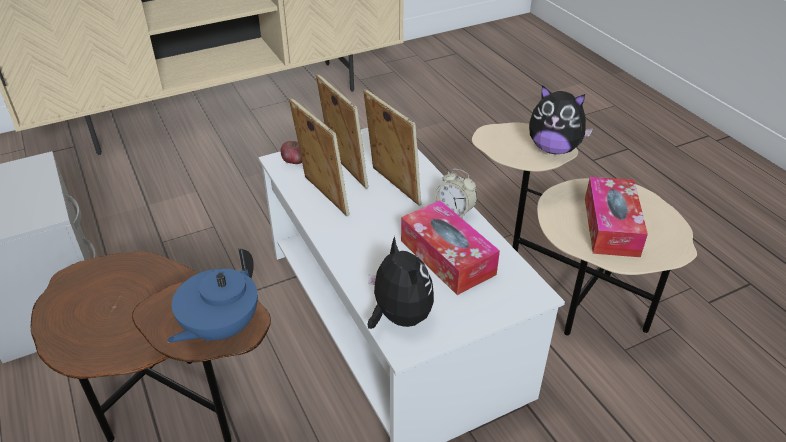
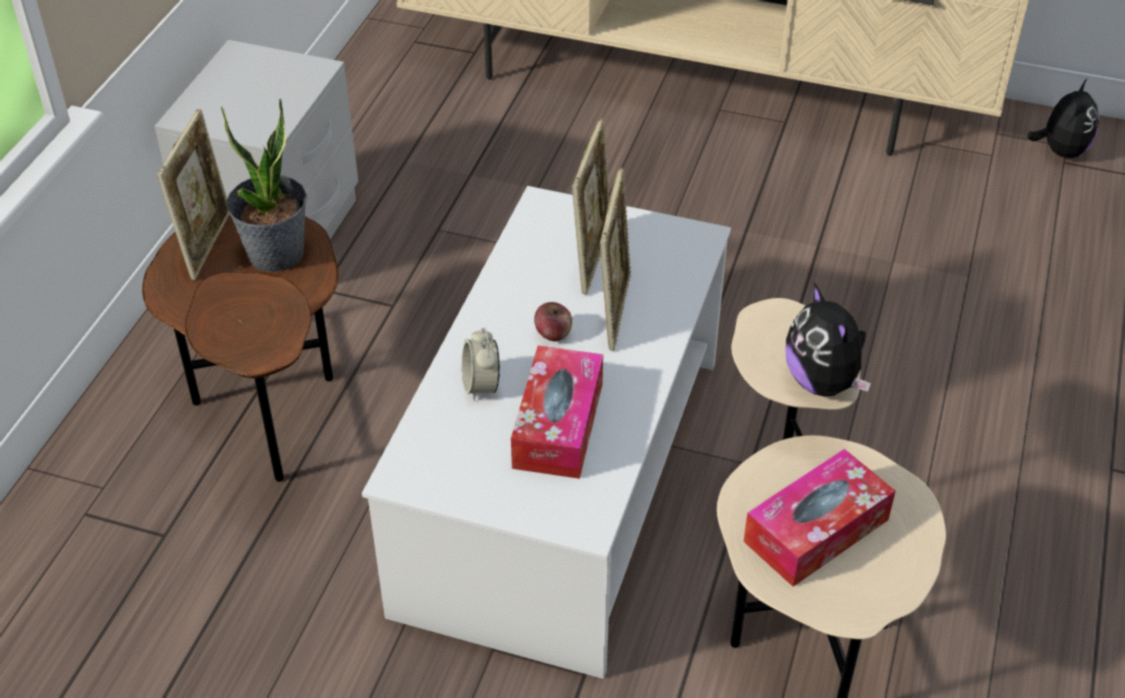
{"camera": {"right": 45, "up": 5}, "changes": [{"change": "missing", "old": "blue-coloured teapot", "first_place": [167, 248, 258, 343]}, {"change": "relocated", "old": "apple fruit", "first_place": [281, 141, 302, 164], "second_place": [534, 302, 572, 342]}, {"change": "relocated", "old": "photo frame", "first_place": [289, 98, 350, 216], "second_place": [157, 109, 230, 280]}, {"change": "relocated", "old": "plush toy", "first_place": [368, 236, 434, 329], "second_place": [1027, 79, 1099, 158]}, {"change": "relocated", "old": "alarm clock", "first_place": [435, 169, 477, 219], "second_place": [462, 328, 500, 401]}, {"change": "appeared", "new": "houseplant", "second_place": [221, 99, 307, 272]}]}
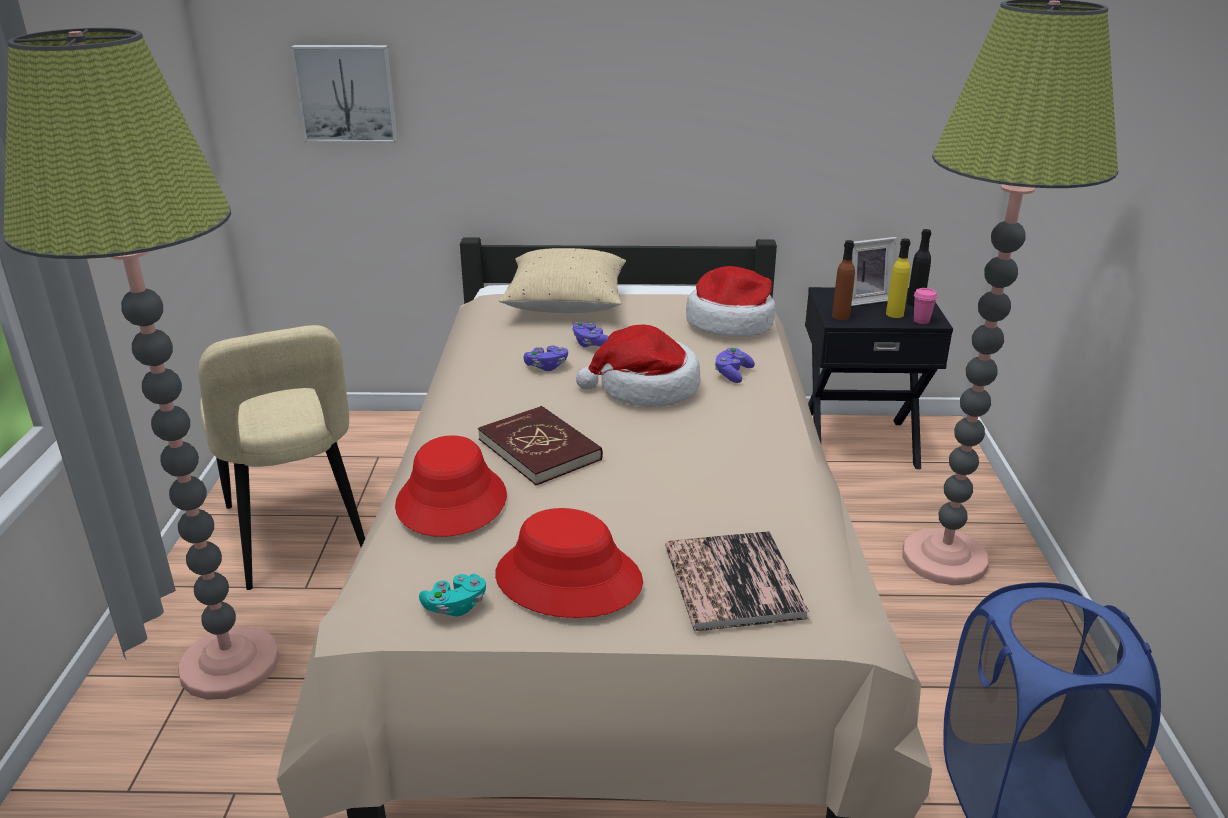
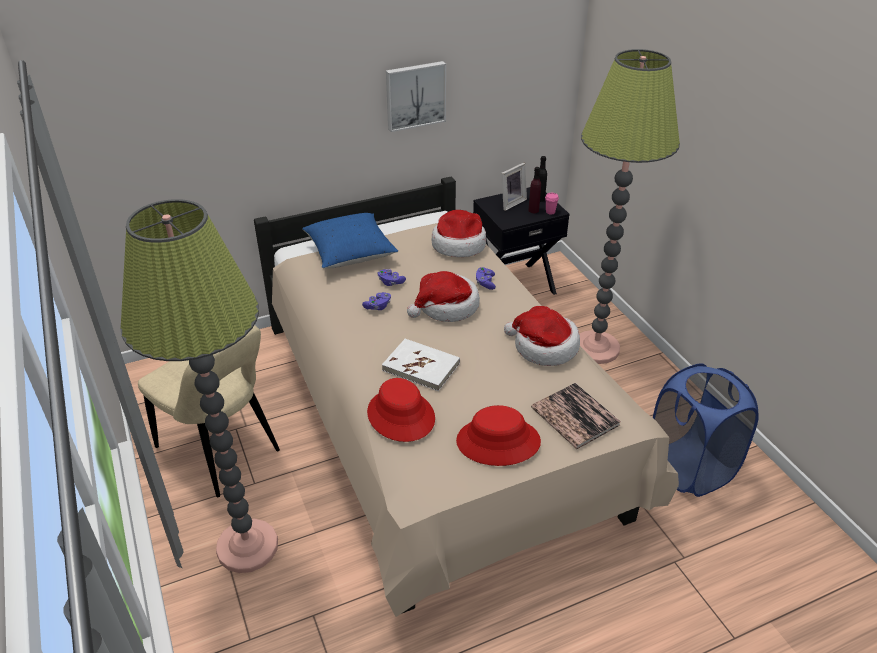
{"camera": {"right": -25, "up": 10}, "changes": [{"change": "relocated", "old": "picture", "first_place": [291, 45, 398, 143], "second_place": [386, 61, 446, 132]}, {"change": "missing", "old": "turquoise-coloured gamepad", "first_place": [419, 574, 486, 616]}, {"change": "colour", "old": "reddish volume", "new": "whitish volume", "first_place": [478, 406, 603, 486], "second_place": [382, 339, 460, 391]}, {"change": "colour", "old": "beige-coloured throw pillow", "new": "blue-coloured throw pillow", "first_place": [499, 248, 626, 313], "second_place": [302, 213, 398, 268]}, {"change": "missing", "old": "brown-coloured beverage bottle", "first_place": [832, 240, 855, 320]}, {"change": "colour", "old": "yellow beverage bottle", "new": "purple beverage bottle", "first_place": [886, 239, 911, 318], "second_place": [528, 167, 541, 213]}, {"change": "appeared", "new": "wearable hat", "second_place": [504, 306, 580, 366]}]}
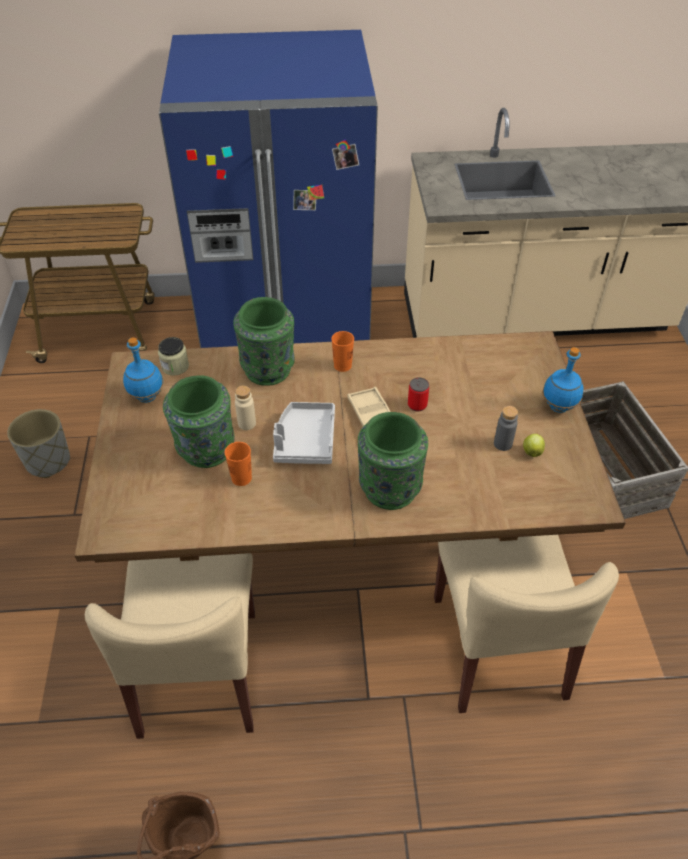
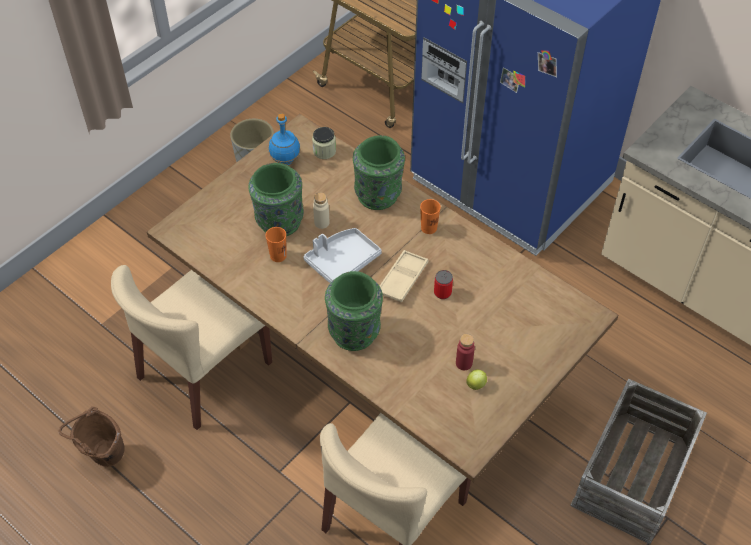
{"camera": {"right": 45, "up": 5}, "changes": [{"change": "colour", "old": "greyish beverage bottle", "new": "reddish beverage bottle", "first_place": [494, 406, 518, 451], "second_place": [456, 334, 475, 370]}, {"change": "missing", "old": "blue-coloured beverage bottle", "first_place": [543, 347, 584, 413]}]}
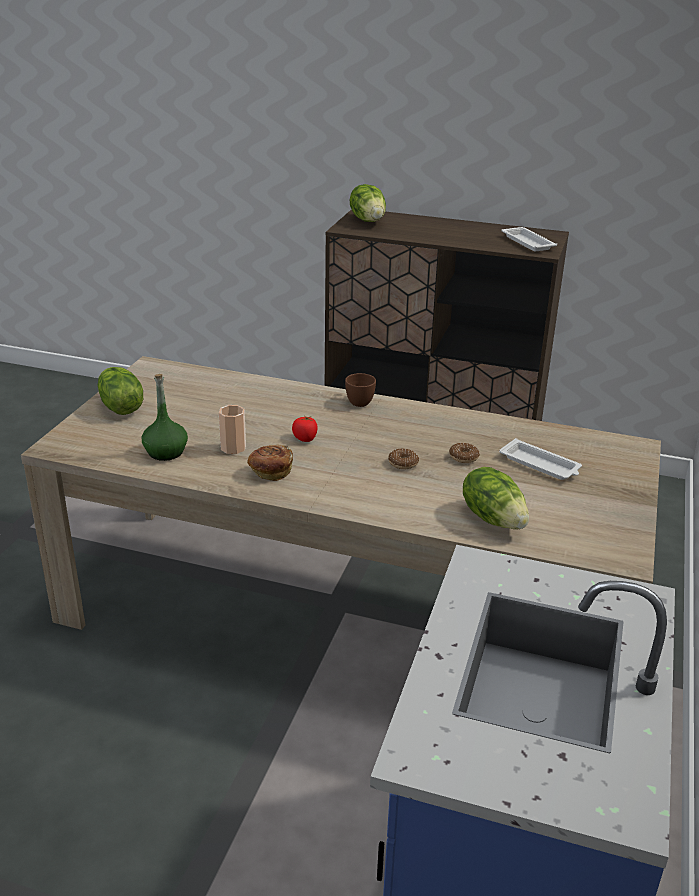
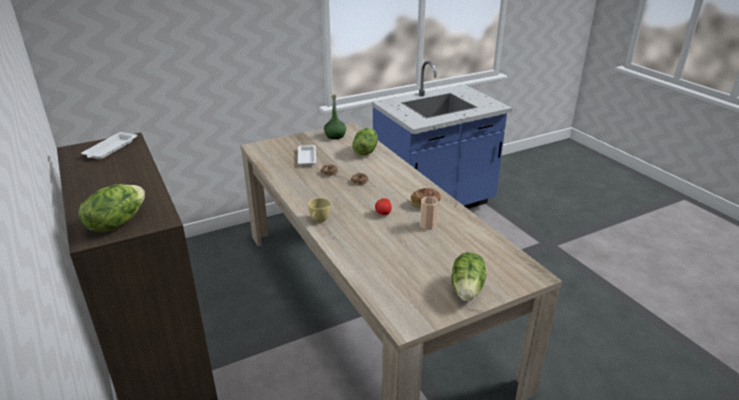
{"camera": {"right": -135, "up": 0}, "changes": [{"change": "relocated", "old": "green beverage bottle", "first_place": [142, 374, 188, 461], "second_place": [324, 94, 346, 139]}, {"change": "colour", "old": "brown-coloured drinking cup", "new": "yellow drinking cup", "first_place": [345, 373, 376, 407], "second_place": [308, 198, 330, 223]}]}
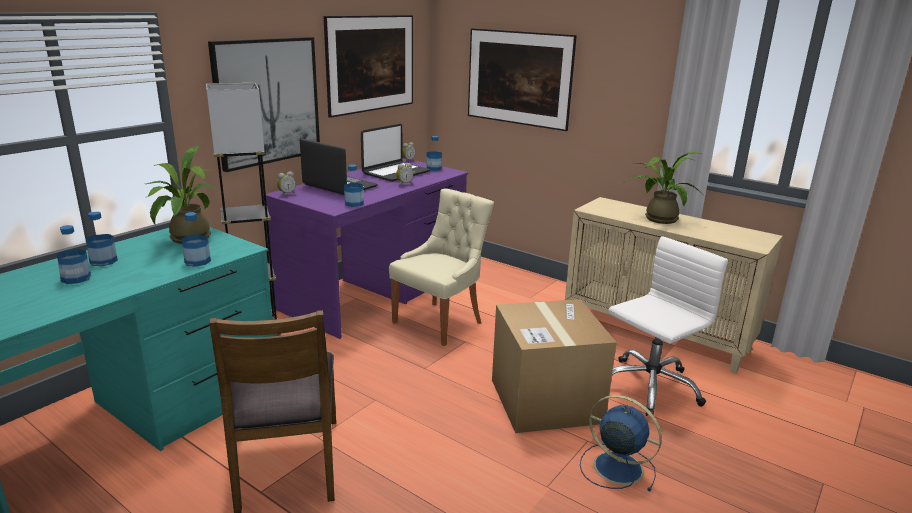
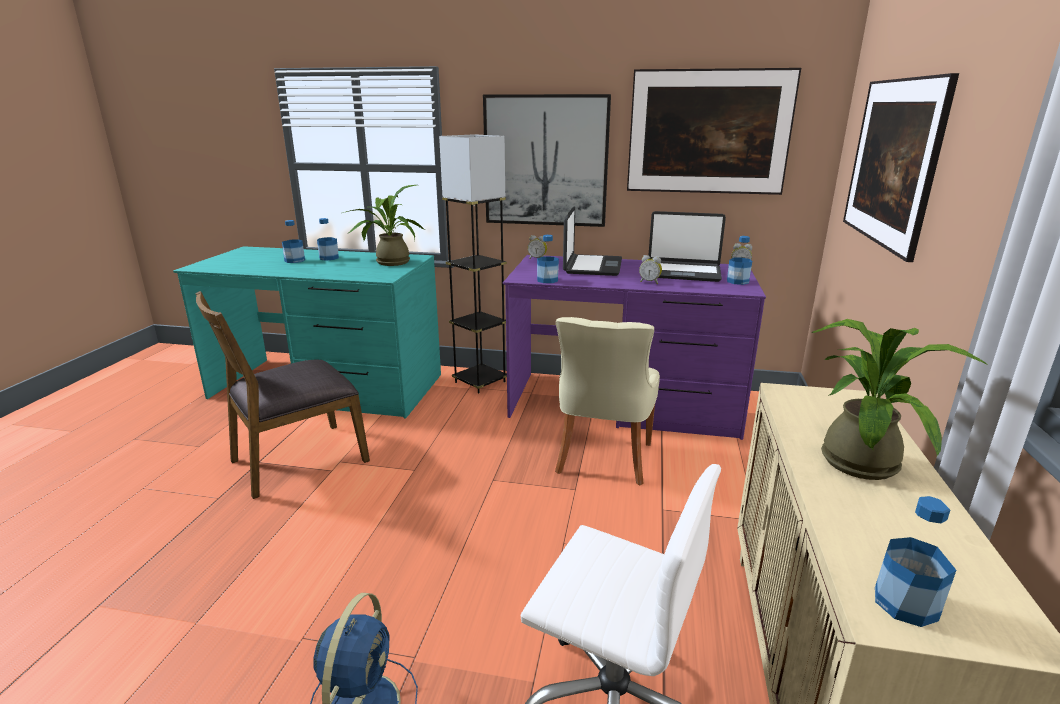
{"camera": {"right": 65, "up": 0}, "changes": [{"change": "relocated", "old": "beverage bottle", "first_place": [182, 212, 211, 267], "second_place": [875, 496, 956, 627]}, {"change": "spun", "old": "beige-coloured plain chair", "first_place": [389, 188, 494, 346], "second_place": [555, 317, 660, 485], "degrees": 90}, {"change": "missing", "old": "cardboard box", "first_place": [492, 299, 617, 433]}]}
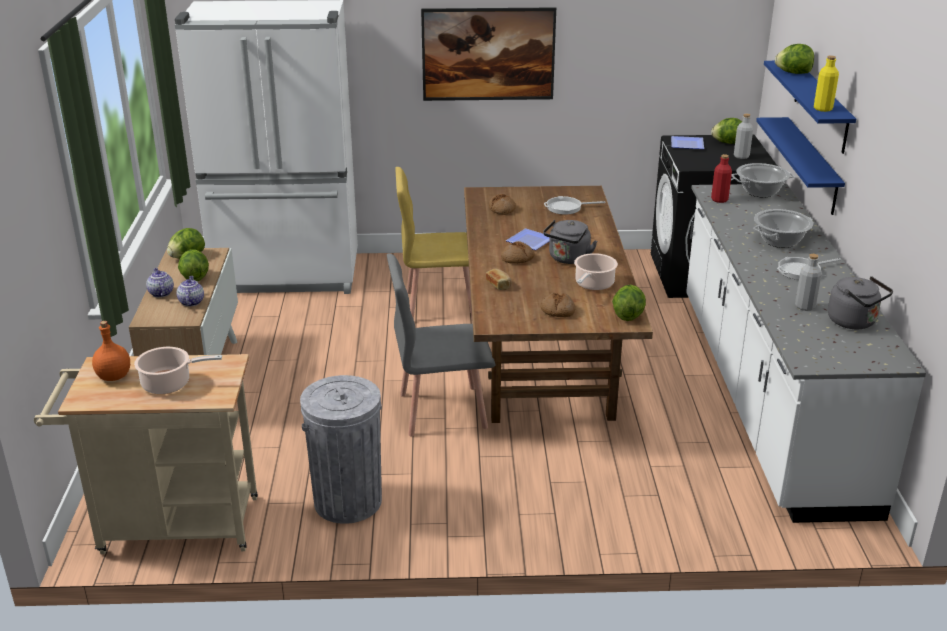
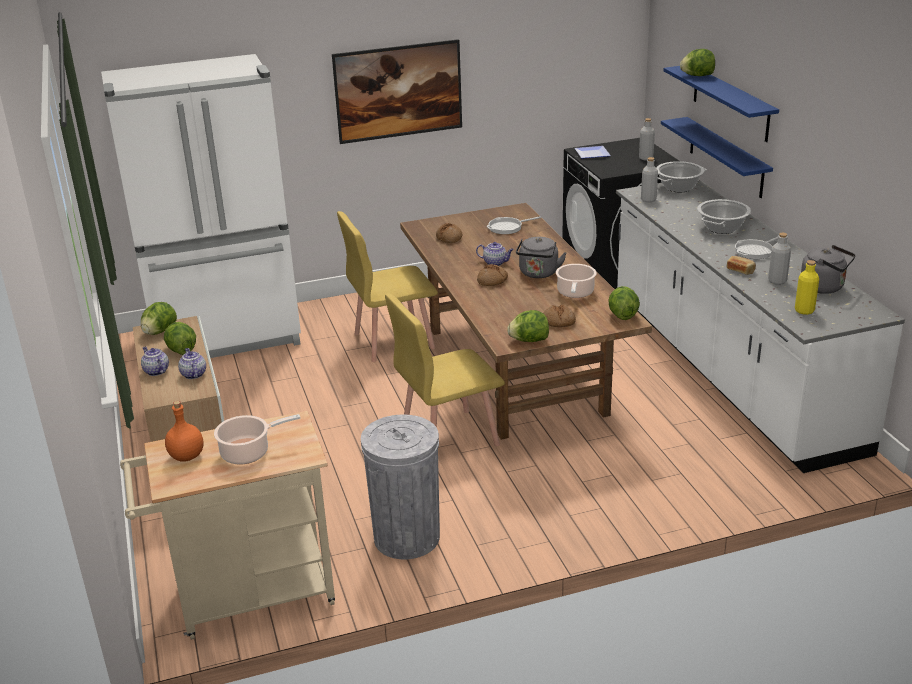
{"camera": {"right": -15, "up": 0}, "changes": [{"change": "colour", "old": "greyish plain chair", "new": "yellow plain chair", "first_place": [387, 253, 495, 437], "second_place": [385, 293, 505, 446]}, {"change": "relocated", "old": "bread", "first_place": [486, 269, 512, 290], "second_place": [727, 256, 756, 275]}, {"change": "exchanged", "old": "flat dish", "new": "teapot", "first_place": [506, 228, 550, 250], "second_place": [476, 242, 514, 266]}, {"change": "relocated", "old": "lettuce", "first_place": [711, 118, 742, 144], "second_place": [507, 310, 549, 342]}, {"change": "colour", "old": "reddish beverage bottle", "new": "greyish beverage bottle", "first_place": [711, 154, 732, 203], "second_place": [641, 157, 658, 202]}, {"change": "relocated", "old": "yellow beverage bottle", "first_place": [814, 55, 839, 112], "second_place": [795, 260, 819, 315]}]}
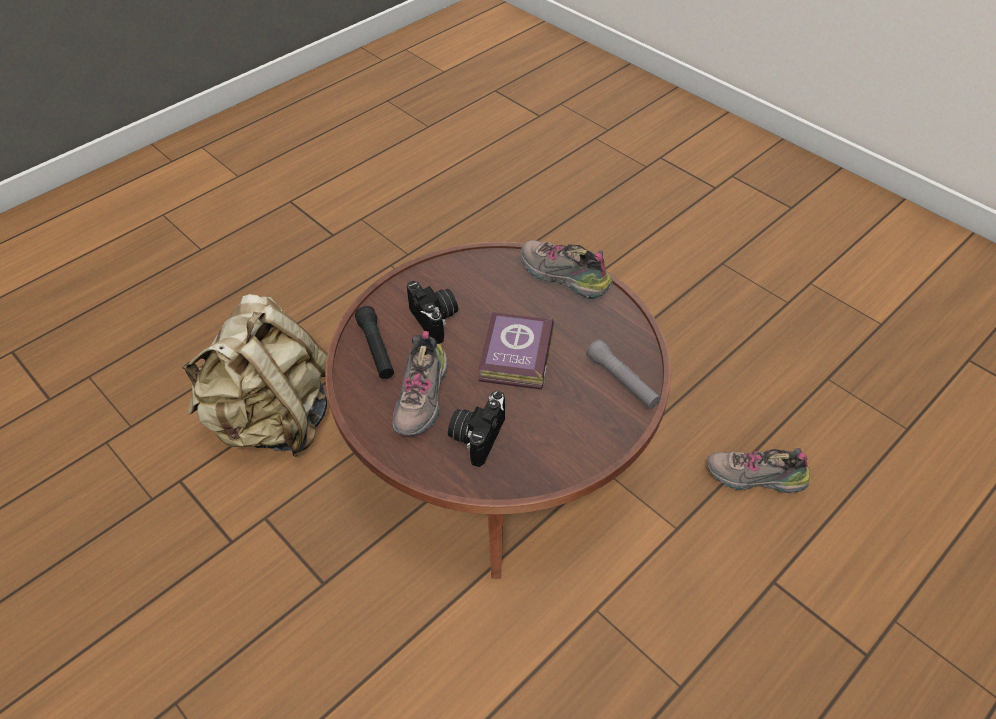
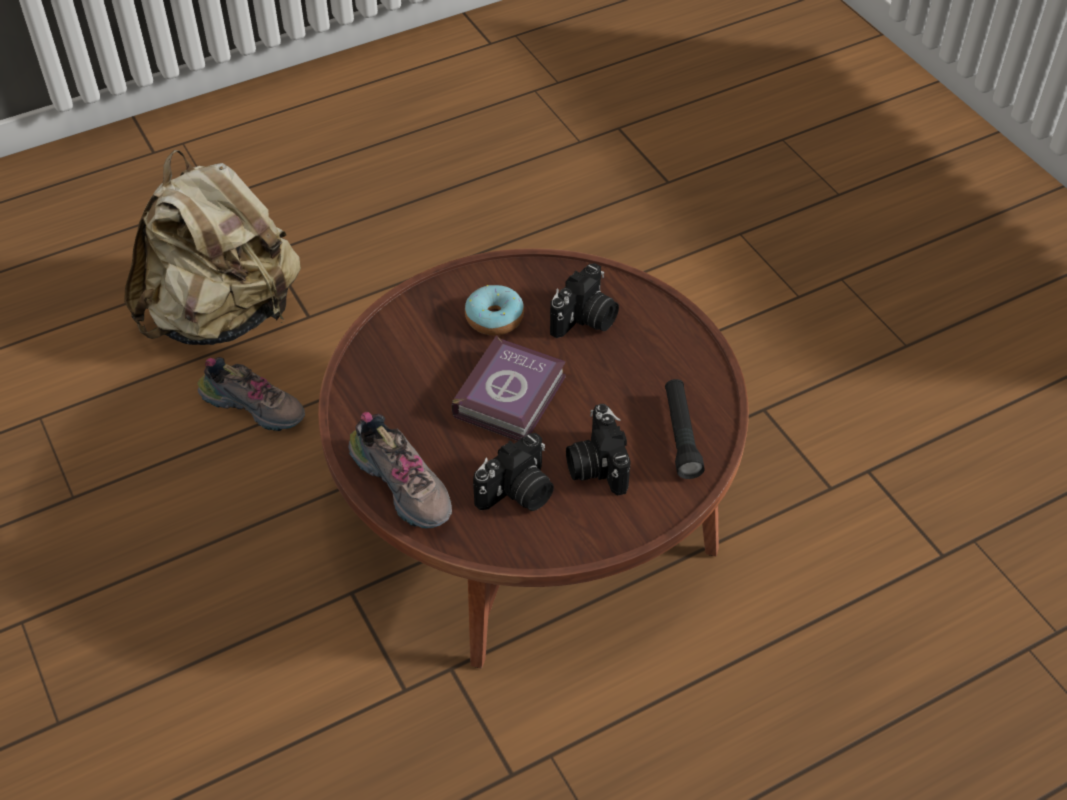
{"camera": {"right": -165, "up": 0}, "changes": [{"change": "relocated", "old": "beige-coloured backpack", "first_place": [182, 294, 328, 457], "second_place": [124, 150, 301, 345]}, {"change": "missing", "old": "shoe", "first_place": [393, 331, 448, 436]}, {"change": "missing", "old": "greyish torch", "first_place": [586, 339, 661, 409]}, {"change": "appeared", "new": "ring doughnut", "second_place": [465, 285, 524, 336]}, {"change": "appeared", "new": "still camera", "second_place": [473, 433, 554, 511]}]}
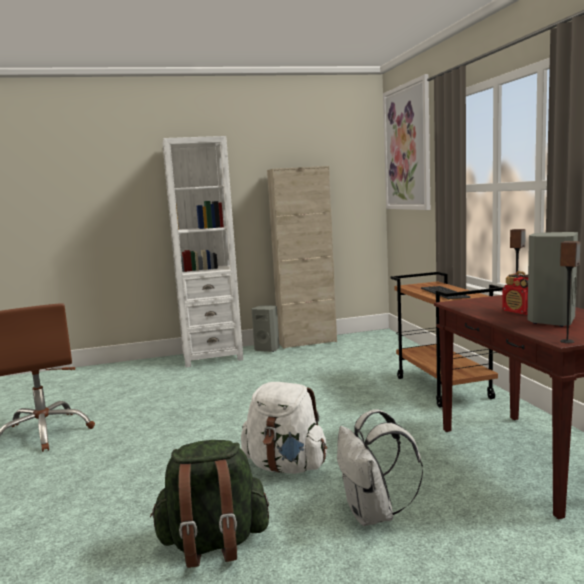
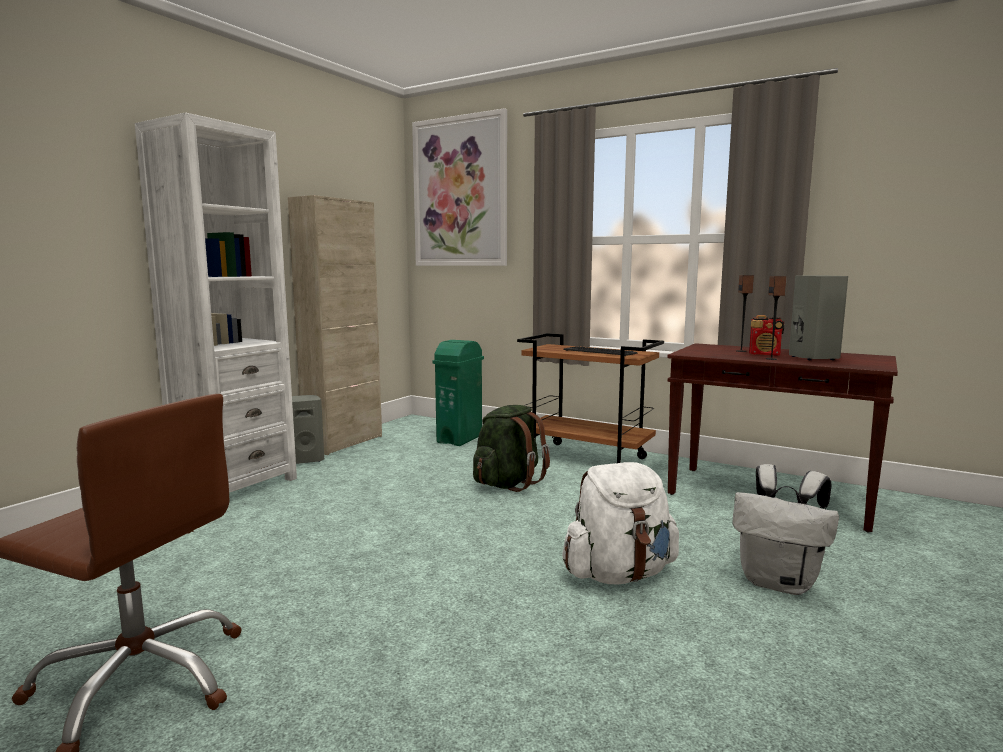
{"camera": {"right": -45, "up": 0}, "changes": [{"change": "relocated", "old": "green backpack", "first_place": [150, 440, 269, 568], "second_place": [473, 405, 550, 492]}, {"change": "relocated", "old": "loudspeaker", "first_place": [560, 241, 580, 343], "second_place": [766, 276, 787, 360]}, {"change": "appeared", "new": "green rubbish bin", "second_place": [433, 340, 484, 446]}]}
